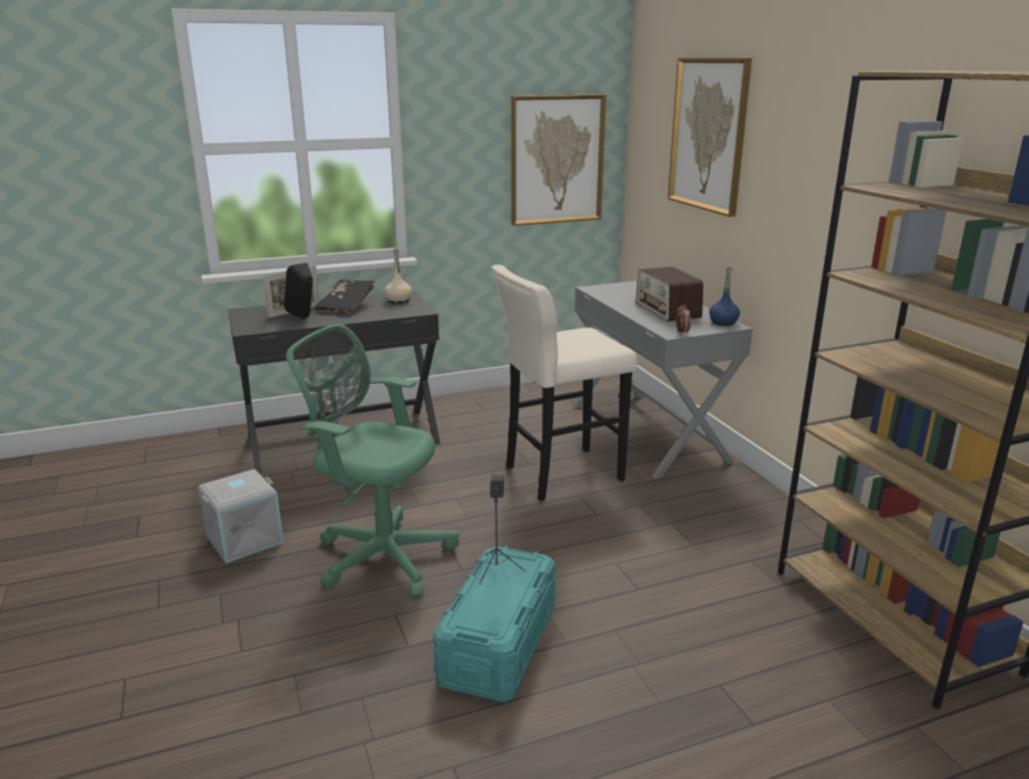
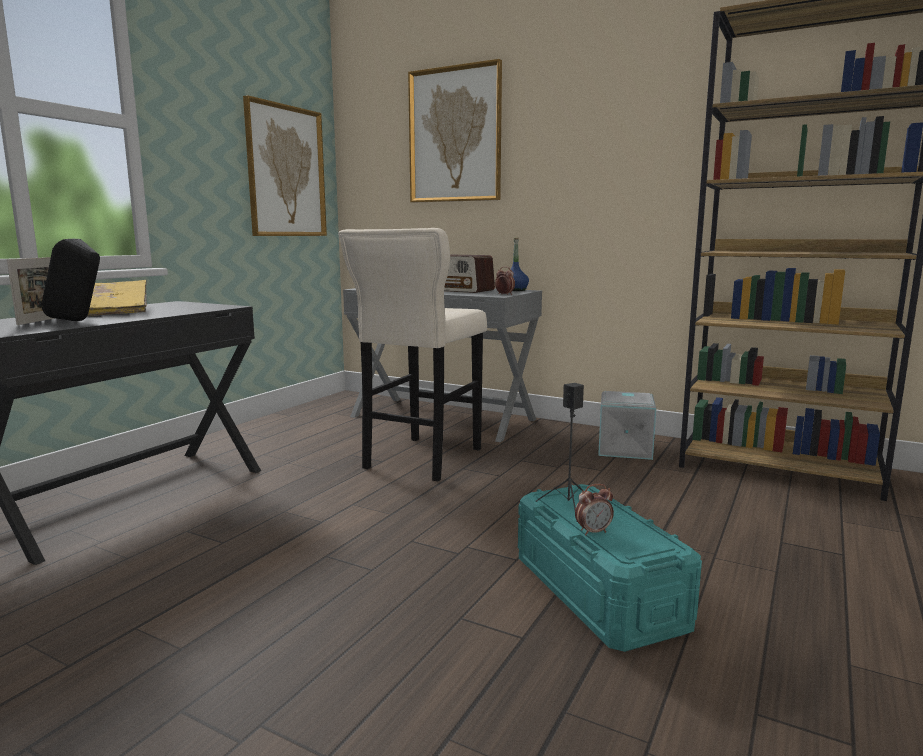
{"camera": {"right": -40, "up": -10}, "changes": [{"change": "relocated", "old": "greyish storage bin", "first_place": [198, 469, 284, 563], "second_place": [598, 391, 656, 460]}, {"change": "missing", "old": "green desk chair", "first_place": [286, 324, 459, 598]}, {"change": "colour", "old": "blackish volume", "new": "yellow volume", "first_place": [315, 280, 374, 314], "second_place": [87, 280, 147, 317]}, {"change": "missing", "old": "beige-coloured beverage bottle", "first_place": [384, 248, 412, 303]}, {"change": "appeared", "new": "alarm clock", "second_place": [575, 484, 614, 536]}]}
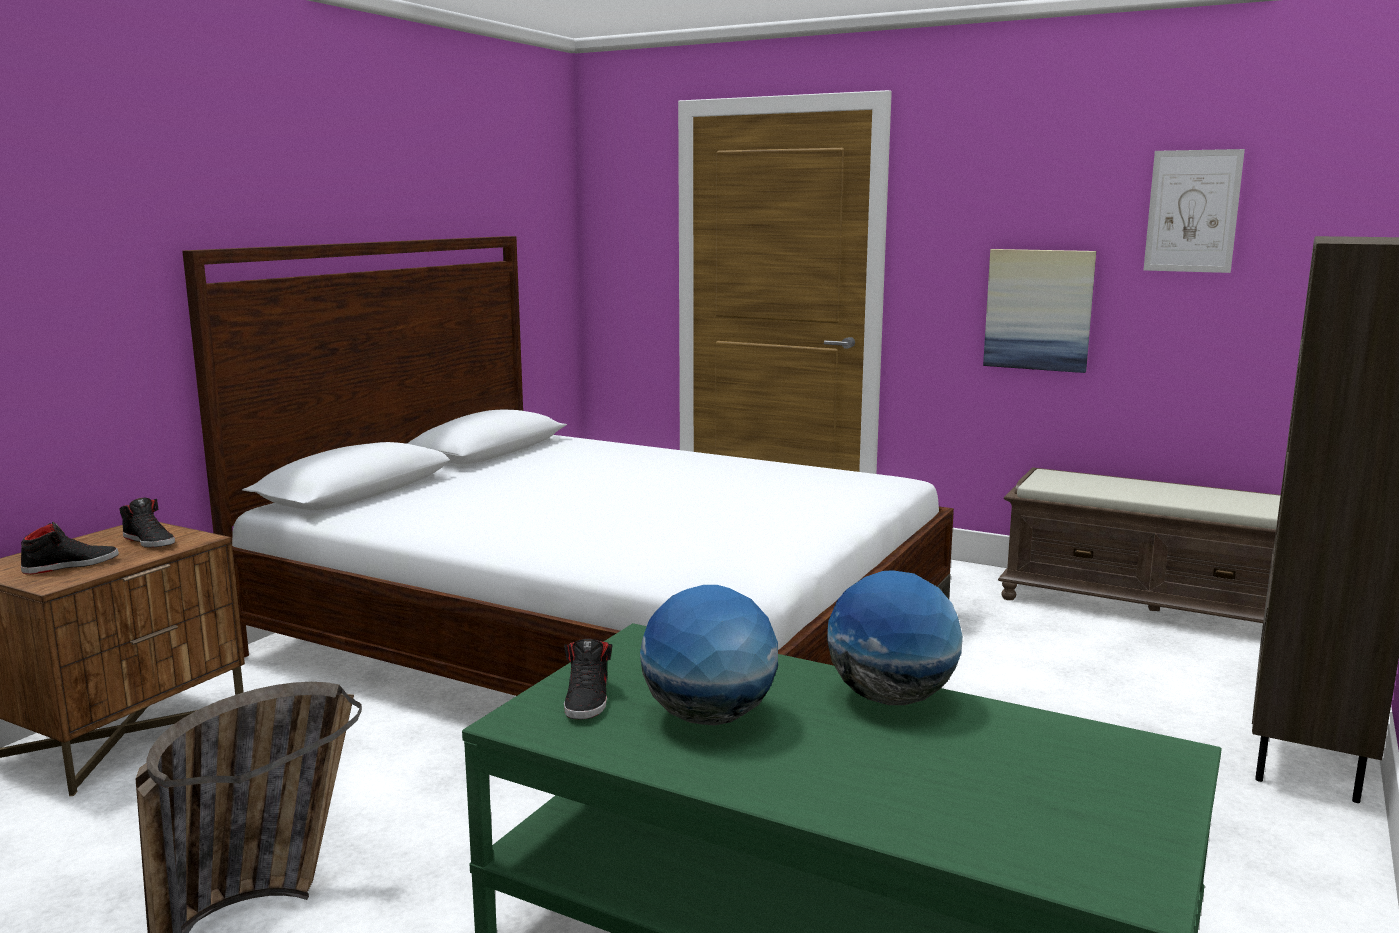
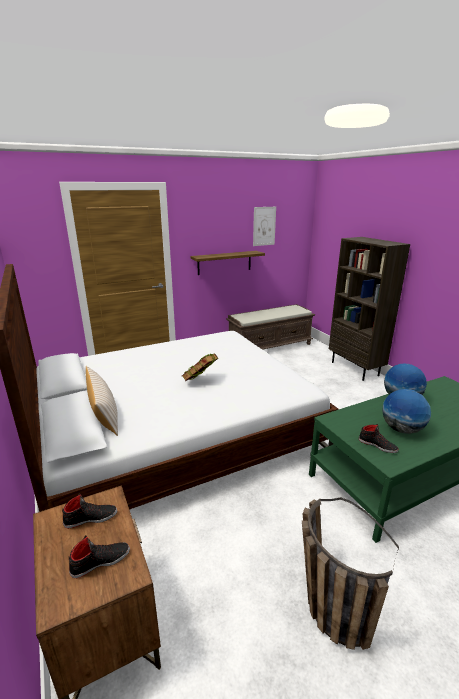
{"camera": {"right": -55, "up": 10}, "changes": [{"change": "spun", "old": "blackish shoe", "first_place": [21, 522, 119, 574], "second_place": [69, 535, 130, 578], "degrees": 60}, {"change": "exchanged", "old": "picture", "new": "shelf", "first_place": [983, 249, 1096, 373], "second_place": [190, 251, 265, 275]}, {"change": "appeared", "new": "beige-coloured throw pillow", "second_place": [86, 366, 118, 436]}, {"change": "appeared", "new": "volume", "second_place": [182, 353, 218, 381]}]}
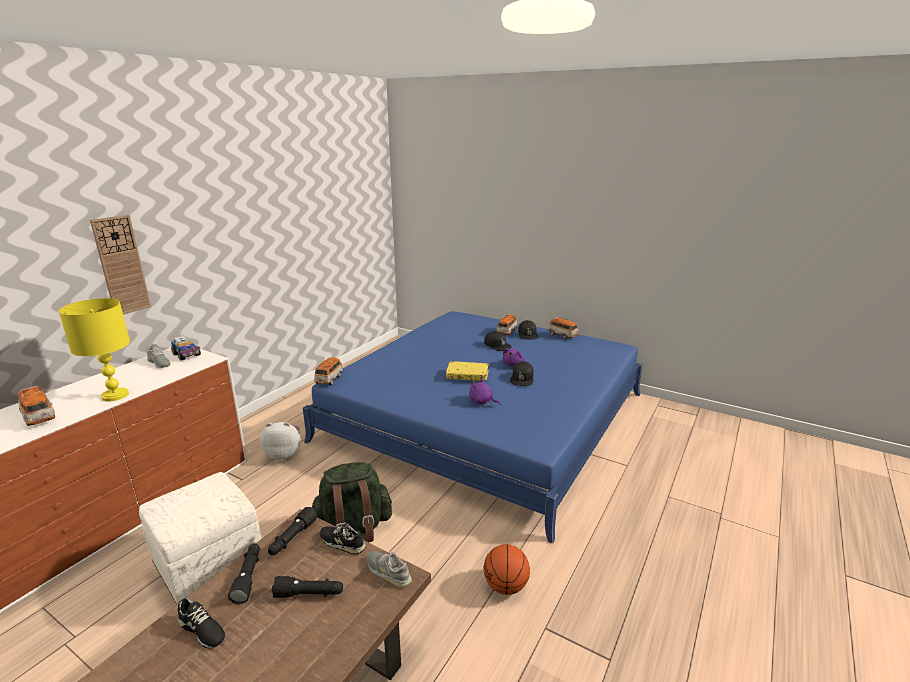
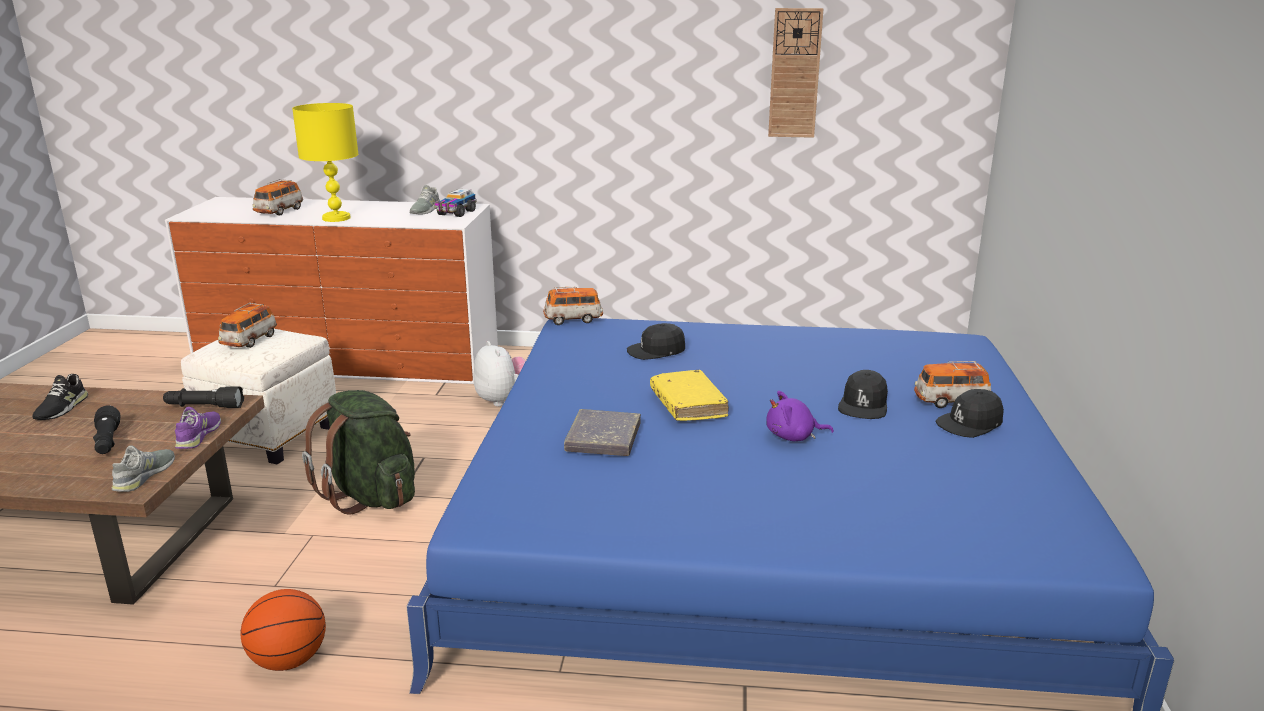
{"camera": {"right": 65, "up": 0}, "changes": [{"change": "relocated", "old": "wall clock", "first_place": [90, 215, 151, 315], "second_place": [768, 8, 824, 138]}, {"change": "missing", "old": "blackish torch", "first_place": [228, 544, 260, 604]}, {"change": "colour", "old": "blackish shoe", "new": "purple shoe", "first_place": [320, 523, 366, 555], "second_place": [175, 407, 221, 449]}, {"change": "exchanged", "old": "purple plush toy", "new": "greyish volume", "first_place": [469, 378, 501, 405], "second_place": [564, 409, 641, 456]}, {"change": "relocated", "old": "blackish cap", "first_place": [510, 361, 534, 386], "second_place": [627, 323, 685, 360]}, {"change": "relocated", "old": "miniature car", "first_place": [548, 317, 579, 339], "second_place": [218, 302, 277, 348]}]}
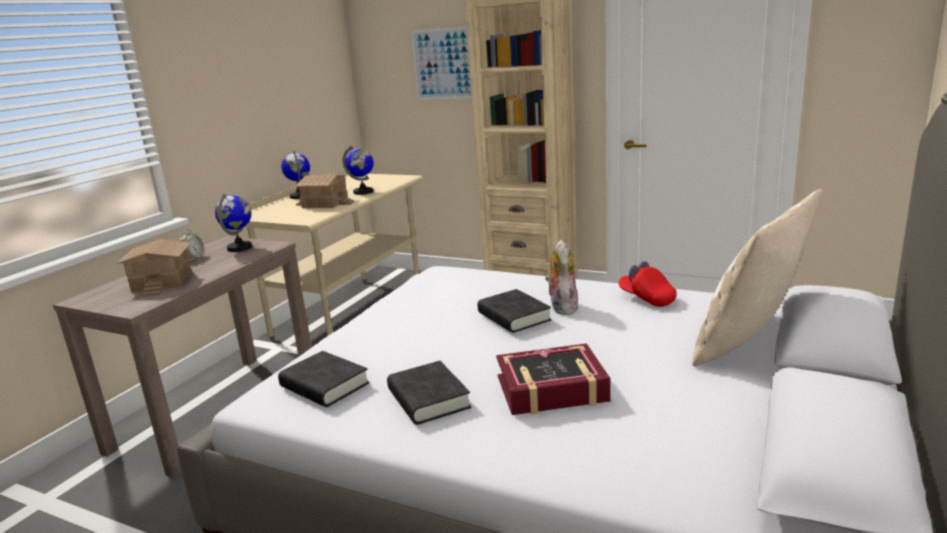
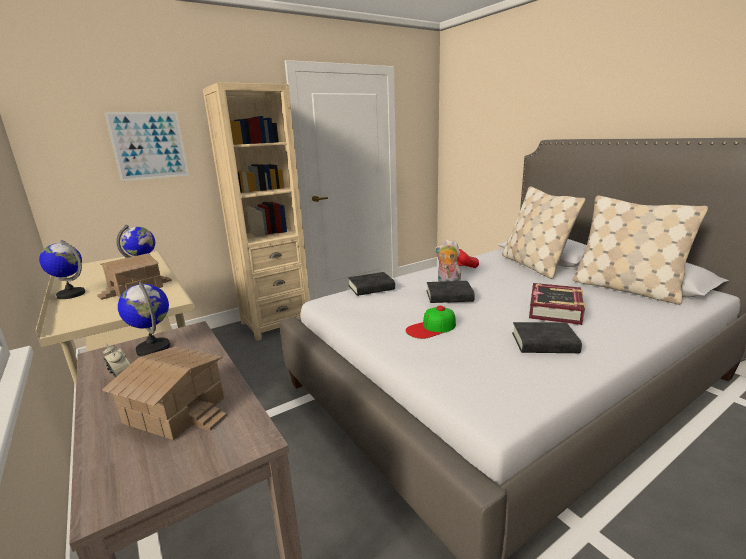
{"camera": {"right": -60, "up": 0}, "changes": [{"change": "relocated", "old": "blackish volume", "first_place": [278, 351, 369, 407], "second_place": [348, 272, 395, 296]}, {"change": "appeared", "new": "cap", "second_place": [406, 306, 456, 339]}, {"change": "appeared", "new": "beige-coloured throw pillow", "second_place": [572, 196, 708, 305]}]}
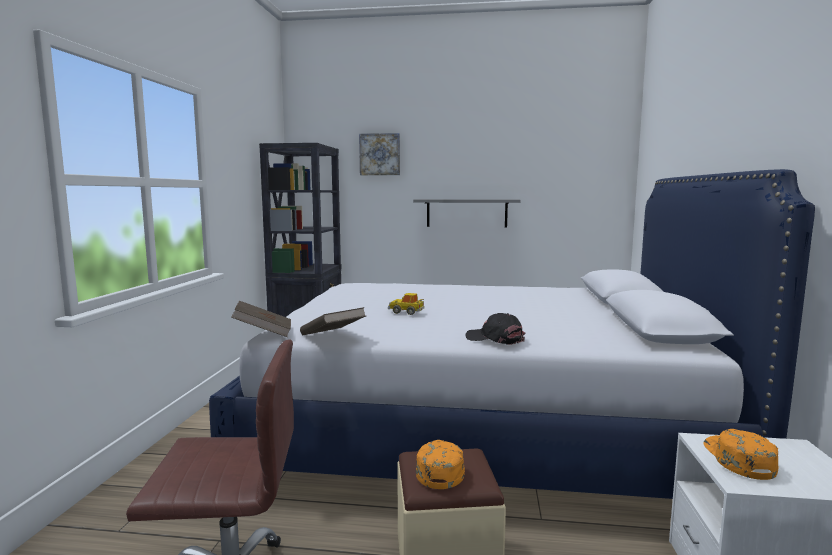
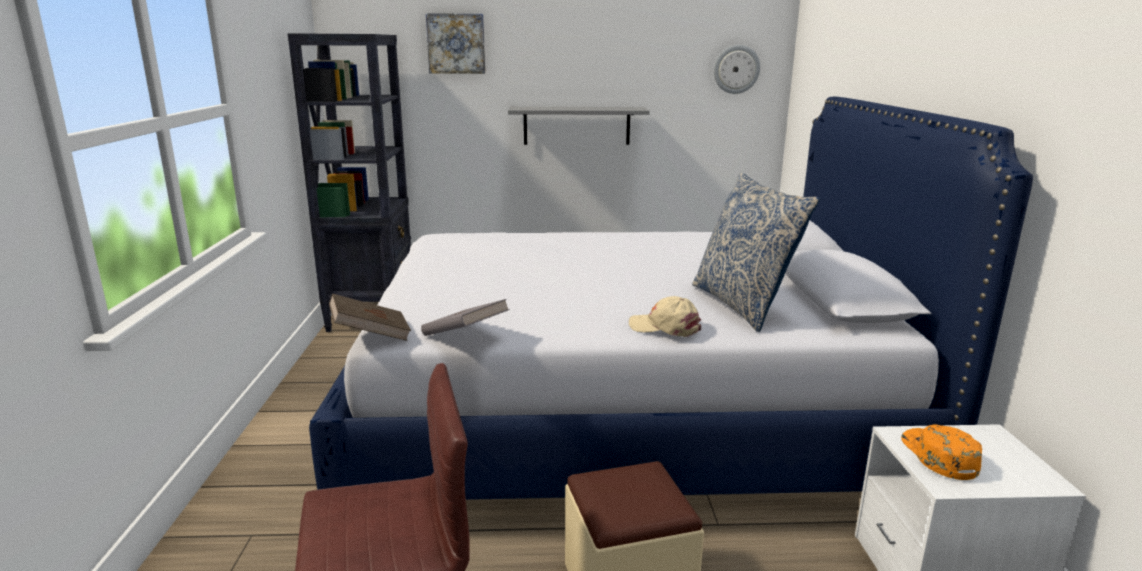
{"camera": {"right": -10, "up": 10}, "changes": [{"change": "colour", "old": "brown-coloured volume", "new": "greyish volume", "first_place": [300, 307, 366, 335], "second_place": [421, 299, 510, 336]}, {"change": "missing", "old": "miniature car", "first_place": [388, 293, 424, 315]}, {"change": "missing", "old": "orange cap", "first_place": [416, 440, 465, 489]}, {"change": "colour", "old": "blackish cap", "new": "beige-coloured cap", "first_place": [465, 313, 526, 345], "second_place": [629, 296, 701, 337]}, {"change": "appeared", "new": "throw pillow", "second_place": [692, 173, 820, 332]}, {"change": "appeared", "new": "wall clock", "second_place": [714, 45, 760, 94]}]}
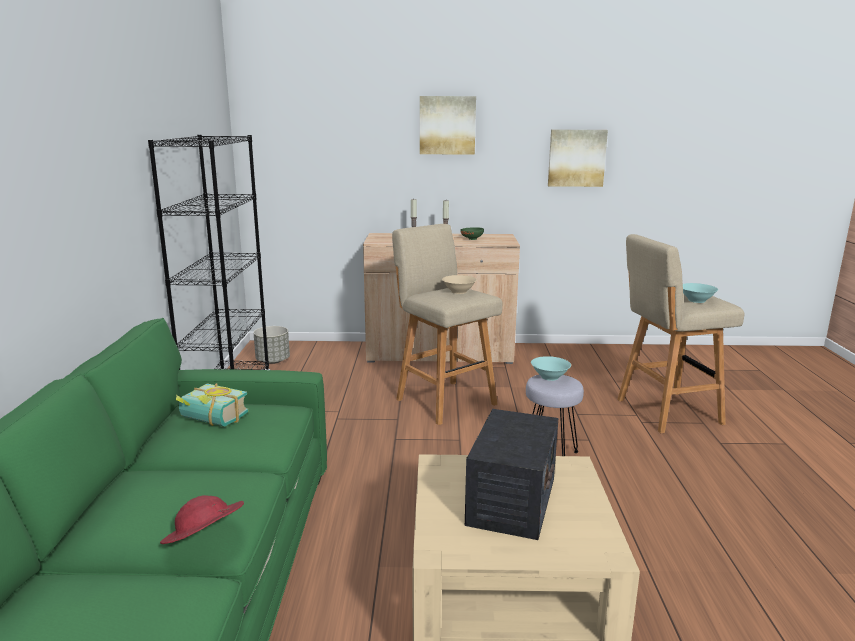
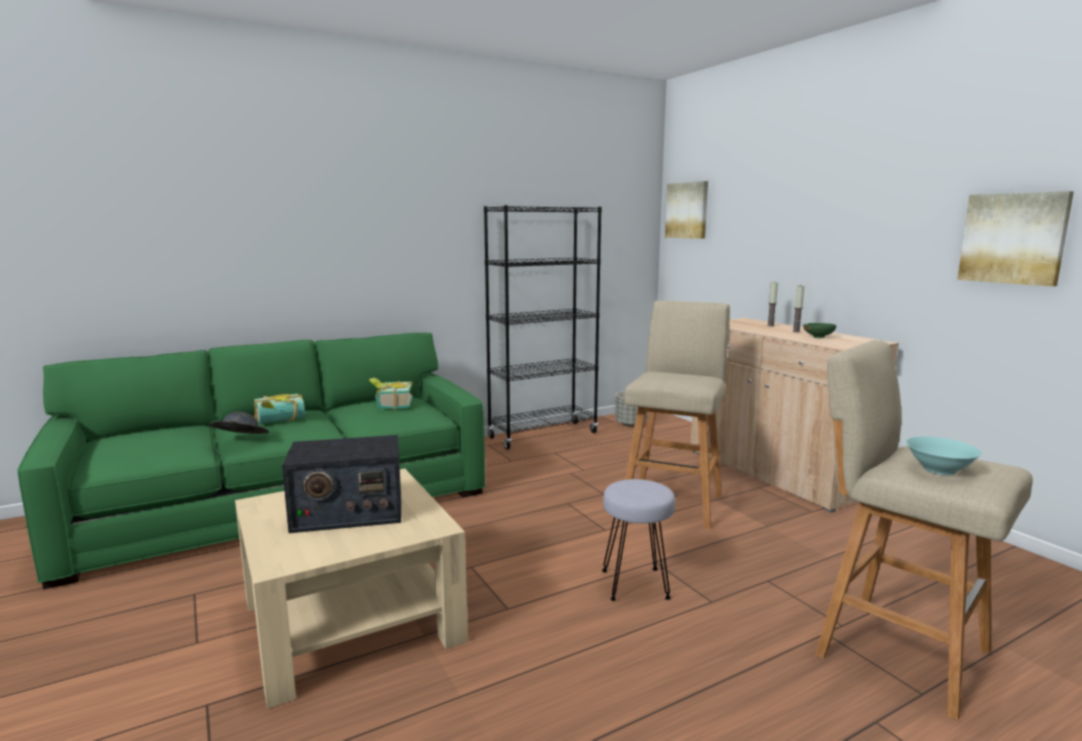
{"camera": {"right": 60, "up": -5}, "changes": [{"change": "colour", "old": "reddish wearable hat", "new": "greyish wearable hat", "first_place": [160, 495, 244, 544], "second_place": [209, 412, 269, 434]}, {"change": "relocated", "old": "picture", "first_place": [420, 96, 476, 155], "second_place": [665, 181, 708, 239]}, {"change": "missing", "old": "beige-coloured bowl", "first_place": [442, 275, 477, 294]}, {"change": "missing", "old": "turquoise-coloured bowl", "first_place": [531, 356, 571, 381]}, {"change": "appeared", "new": "volume", "second_place": [254, 394, 305, 424]}]}
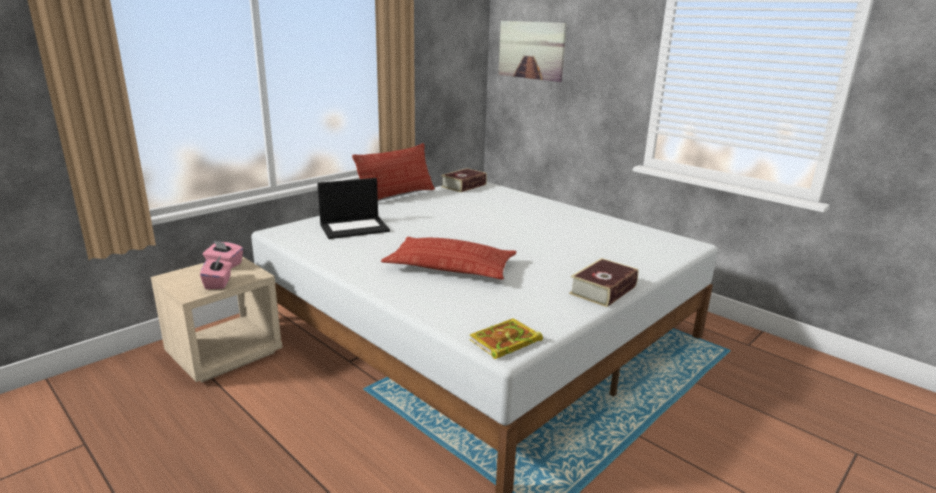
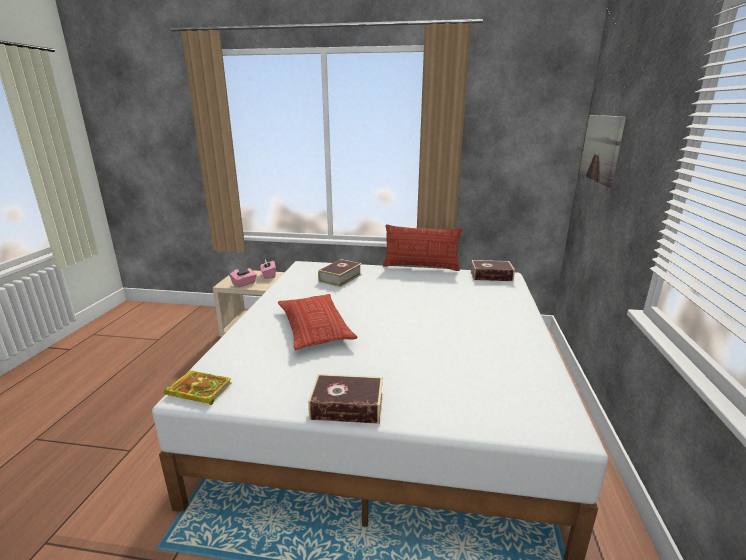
{"camera": {"right": 55, "up": 0}, "changes": [{"change": "exchanged", "old": "laptop", "new": "volume", "first_place": [317, 178, 390, 239], "second_place": [318, 259, 362, 287]}]}
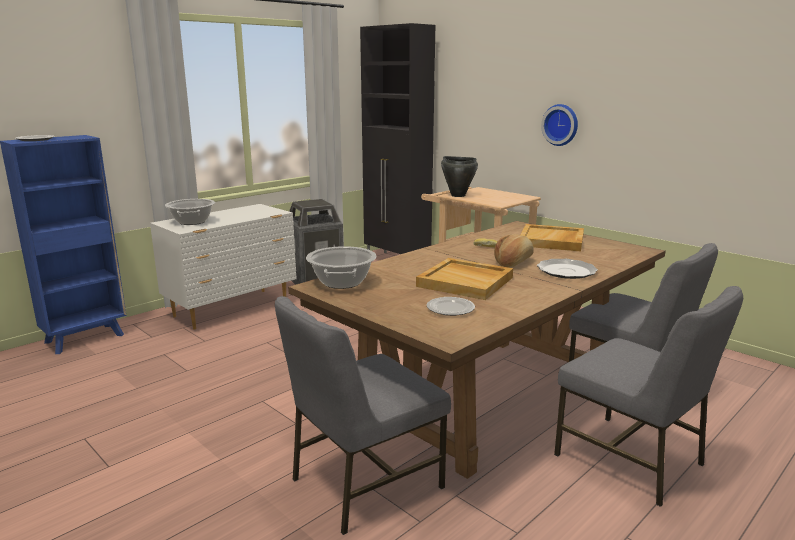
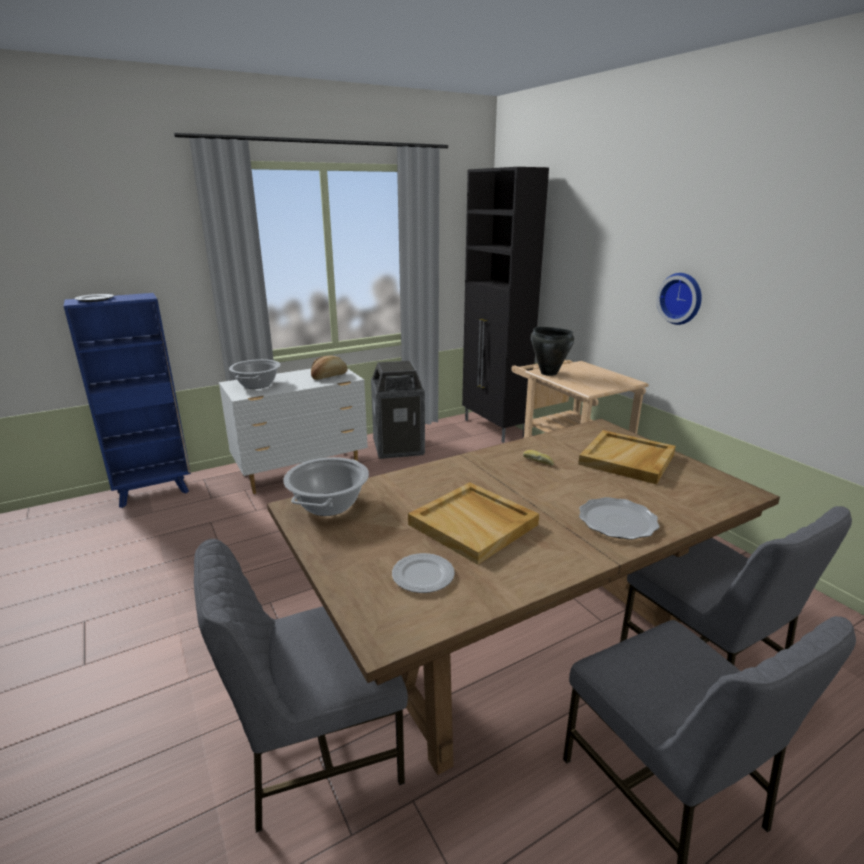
{"camera": {"right": 15, "up": 5}, "changes": [{"change": "relocated", "old": "bread", "first_place": [494, 234, 534, 268], "second_place": [311, 355, 348, 380]}]}
